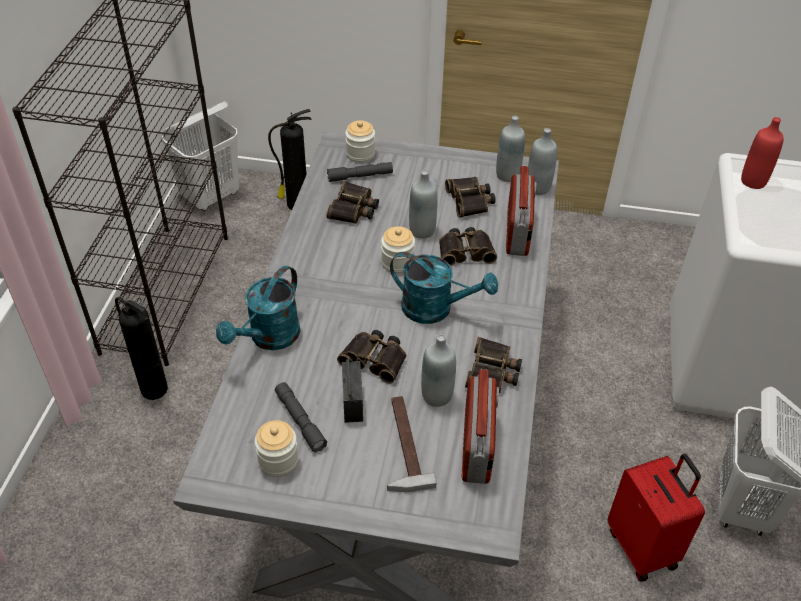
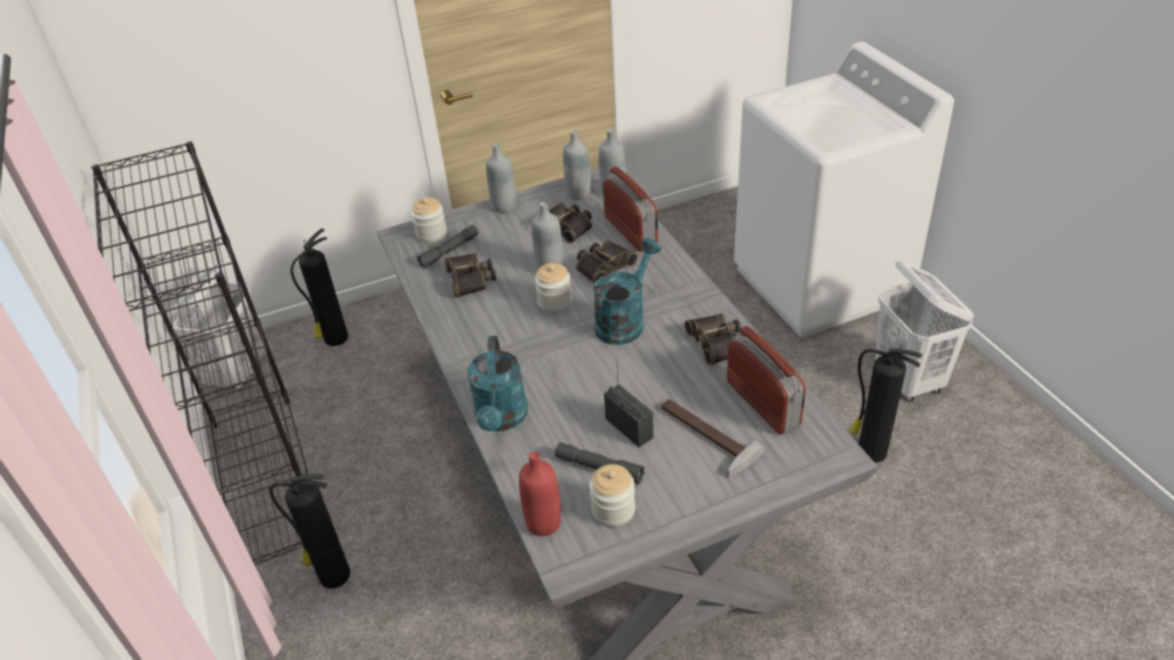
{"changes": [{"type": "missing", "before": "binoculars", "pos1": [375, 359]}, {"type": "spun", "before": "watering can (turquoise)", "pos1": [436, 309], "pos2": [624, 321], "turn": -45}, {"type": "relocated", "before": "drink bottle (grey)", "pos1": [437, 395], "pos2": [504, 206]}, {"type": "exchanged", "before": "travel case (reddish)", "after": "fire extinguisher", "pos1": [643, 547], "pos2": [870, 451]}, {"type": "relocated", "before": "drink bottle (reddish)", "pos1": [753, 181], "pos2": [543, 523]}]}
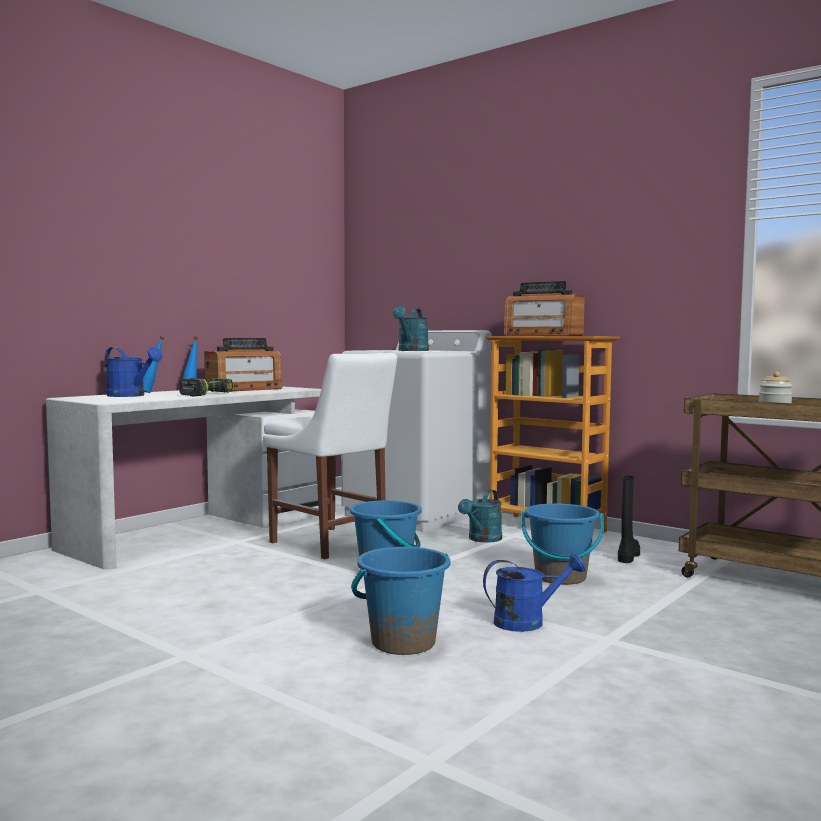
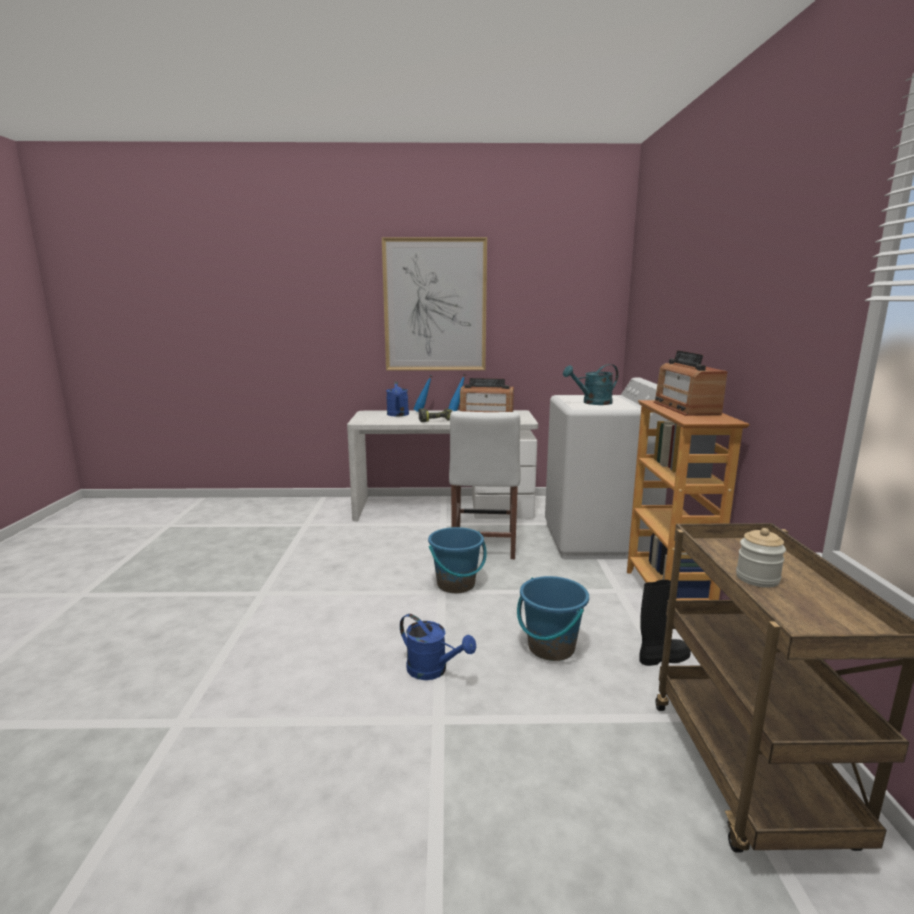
{"changes": [{"type": "missing", "before": "bucket (blue)", "pos1": [403, 642]}, {"type": "missing", "before": "watering can (turquoise)", "pos1": [482, 539]}, {"type": "appeared", "after": "wall picture", "pos2": [435, 305]}]}
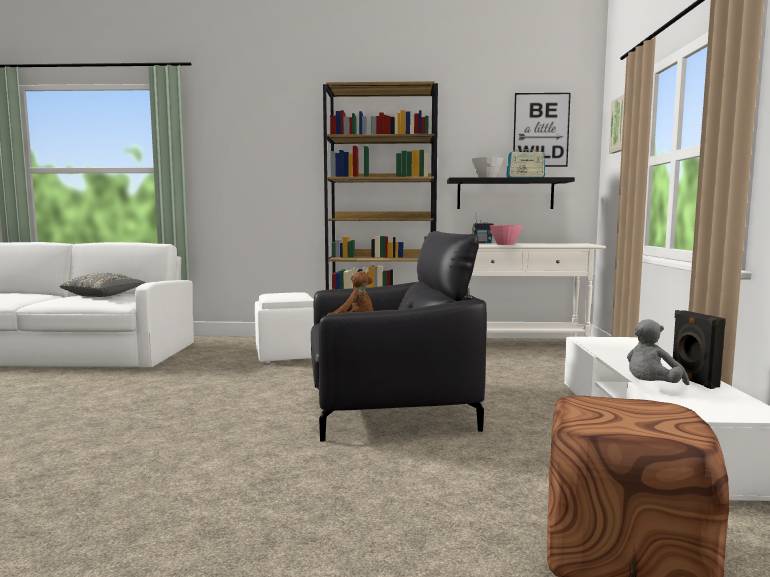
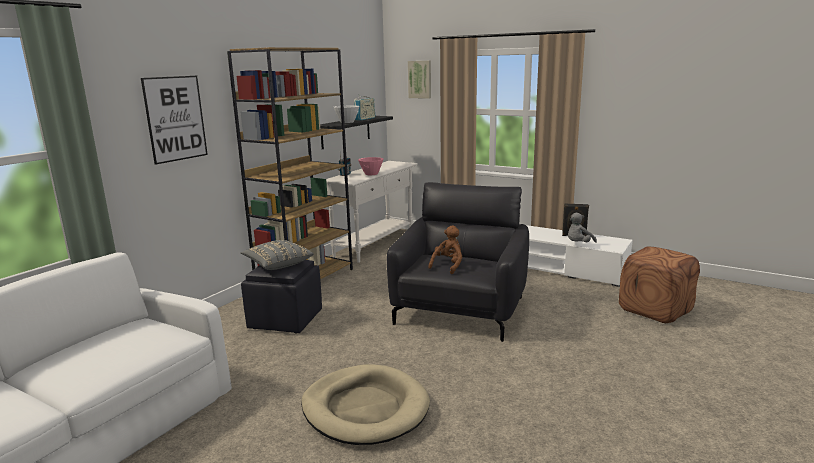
{"changes": [{"type": "relocated", "before": "pillow (grey)", "pos1": [104, 295], "pos2": [278, 264]}, {"type": "colour", "before": "footrest (white-coloured)", "after": "footrest (black-coloured)", "pos1": [286, 355], "pos2": [285, 320]}, {"type": "relocated", "before": "wall picture", "pos1": [541, 130], "pos2": [175, 118]}, {"type": "spun", "before": "cuddly toy (grey)", "pos1": [651, 387], "pos2": [578, 244], "turn": 60}, {"type": "appeared", "after": "dog cushion (beige)", "pos2": [365, 408]}]}
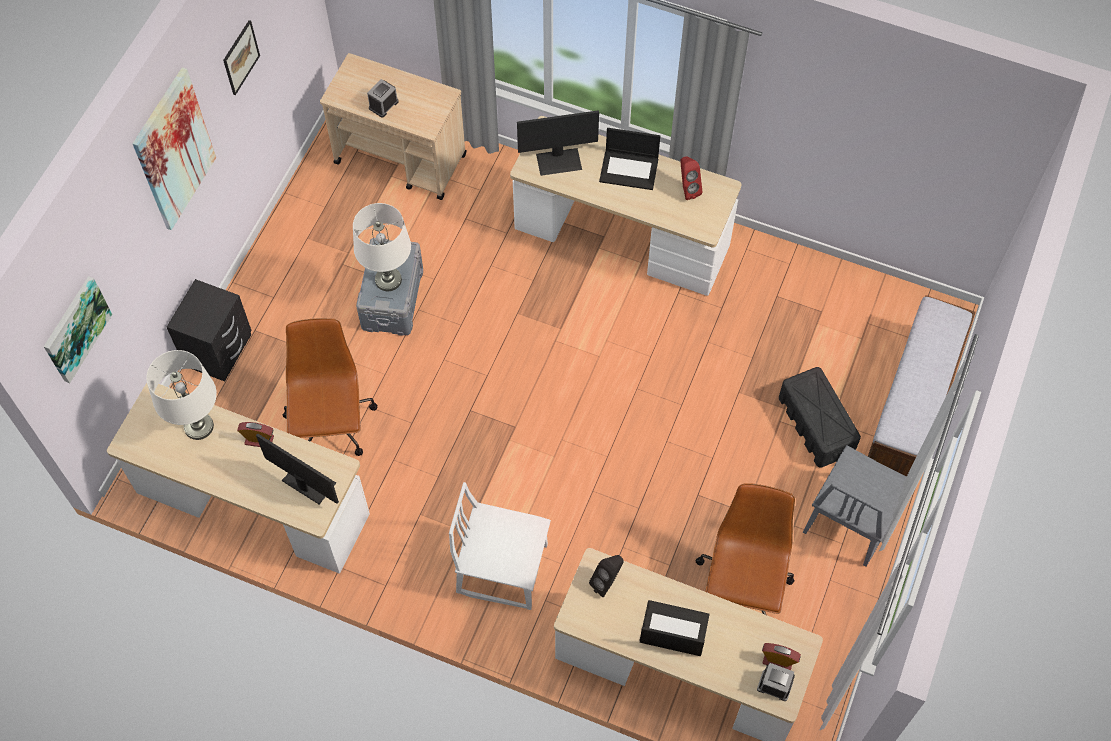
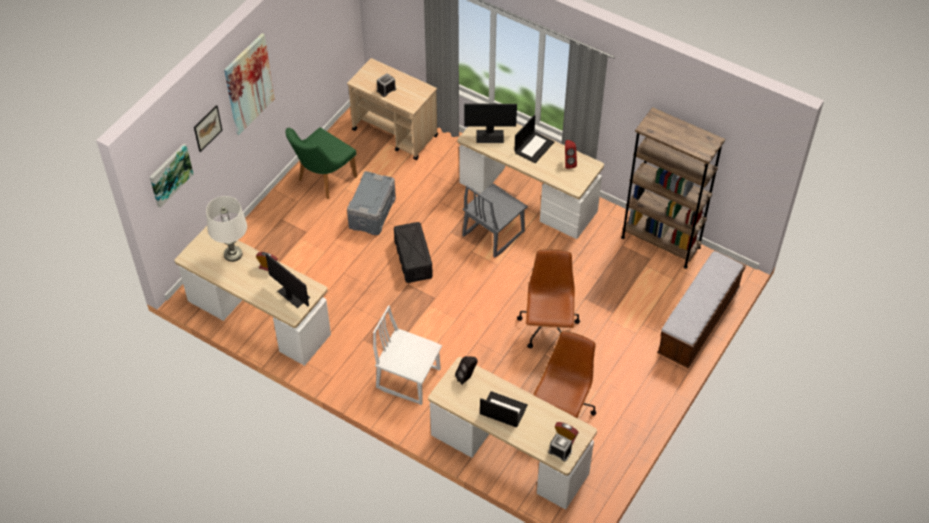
{"changes": [{"type": "missing", "before": "night table (black-coloured)", "pos1": [218, 350]}, {"type": "relocated", "before": "wall picture", "pos1": [240, 57], "pos2": [207, 128]}, {"type": "relocated", "before": "office chair (brownish)", "pos1": [332, 425], "pos2": [548, 328]}, {"type": "missing", "before": "lamp for a table (white-coloured)", "pos1": [388, 280]}, {"type": "spun", "before": "portable computer", "pos1": [629, 169], "pos2": [534, 147], "turn": -75}, {"type": "relocated", "before": "storage container (black-coloured)", "pos1": [816, 425], "pos2": [413, 259]}, {"type": "relocated", "before": "chair (grey)", "pos1": [849, 519], "pos2": [493, 233]}, {"type": "appeared", "after": "chair (green-coloured)", "pos2": [323, 180]}, {"type": "appeared", "after": "bookcase (brownish)", "pos2": [660, 242]}]}
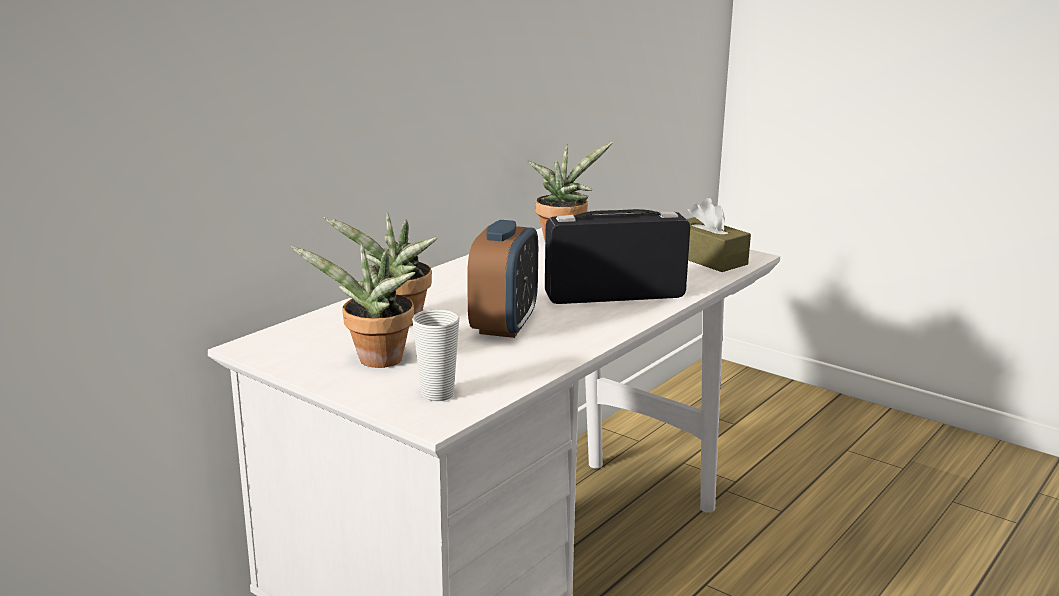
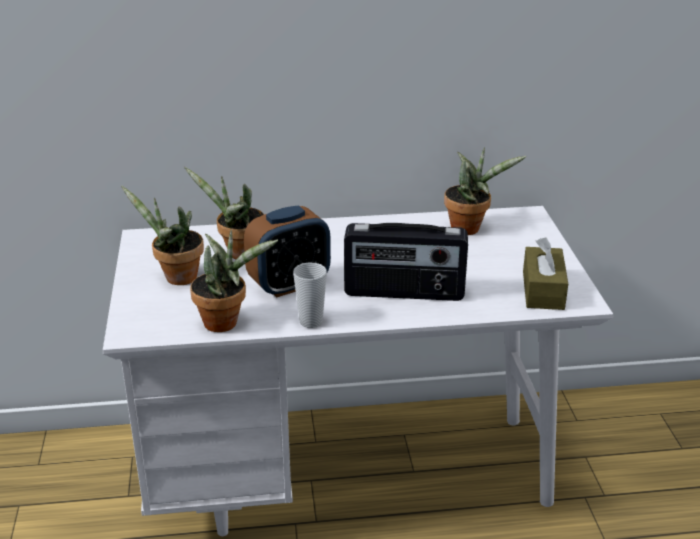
{"changes": [{"type": "relocated", "before": "cup", "pos1": [437, 394], "pos2": [311, 322]}, {"type": "spun", "before": "radio set", "pos1": [614, 295], "pos2": [404, 293], "turn": 150}, {"type": "appeared", "after": "potted plant", "pos2": [226, 322]}]}
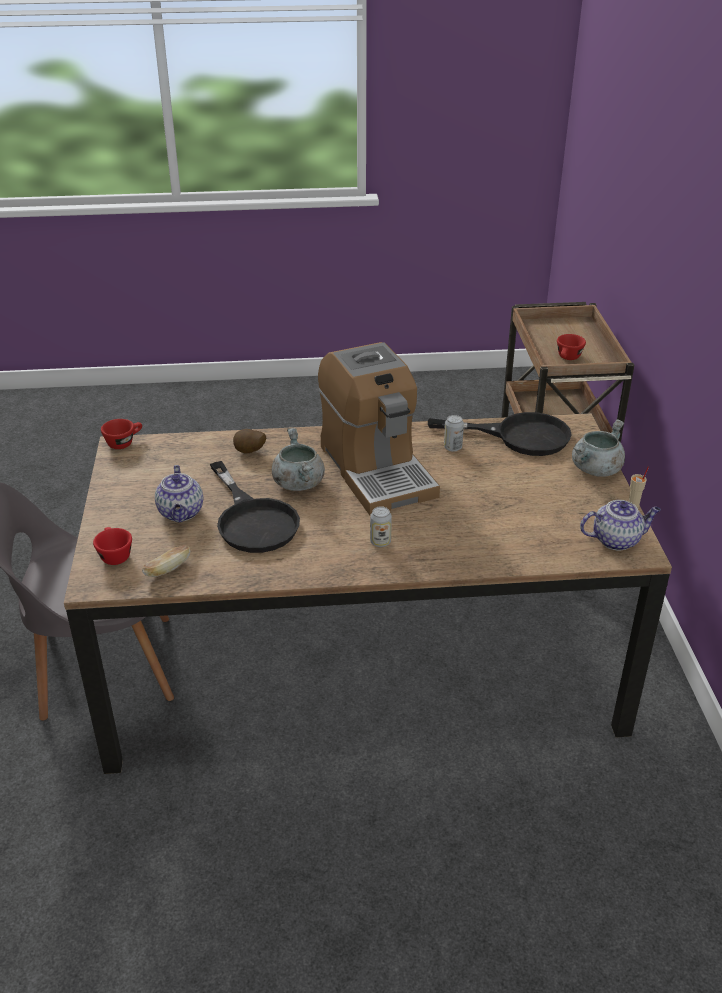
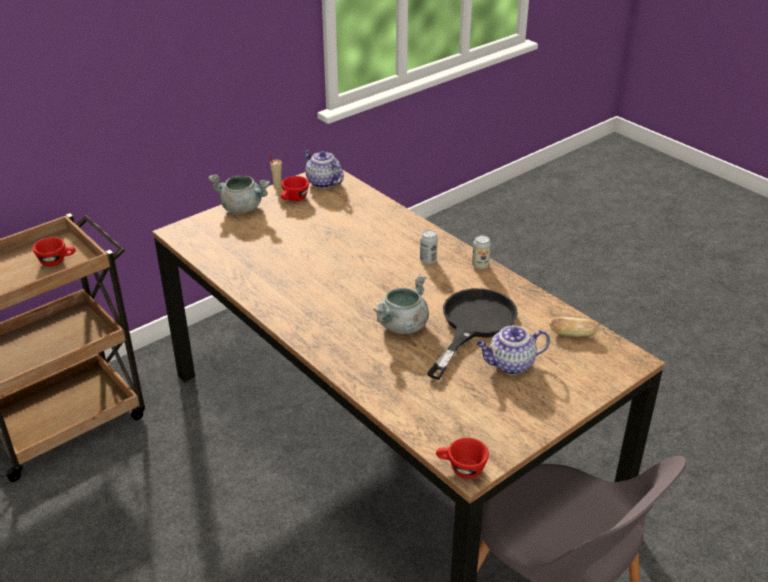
{"changes": [{"type": "relocated", "before": "cup (reddish)", "pos1": [114, 555], "pos2": [294, 199]}, {"type": "spun", "before": "teapot", "pos1": [181, 513], "pos2": [510, 365], "turn": -150}, {"type": "missing", "before": "whole potato", "pos1": [249, 452]}, {"type": "missing", "before": "coffee machine", "pos1": [376, 470]}, {"type": "missing", "before": "pan (black-coloured)", "pos1": [518, 436]}, {"type": "relocated", "before": "can", "pos1": [452, 447], "pos2": [480, 265]}]}
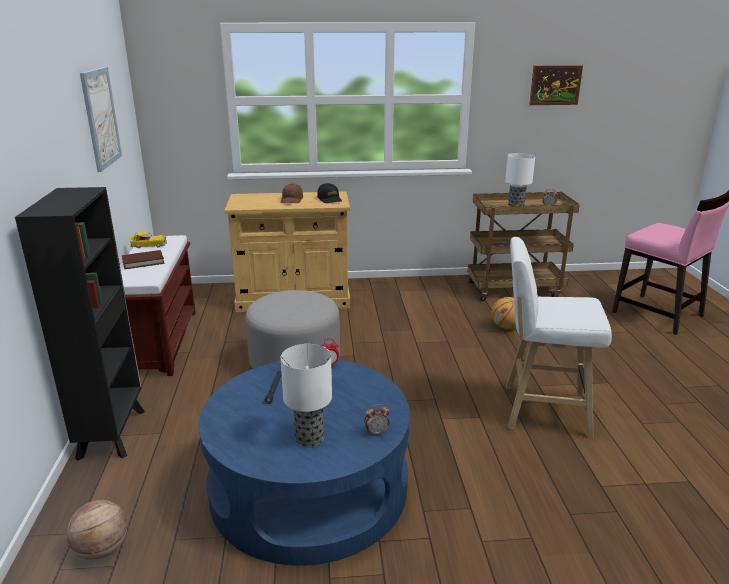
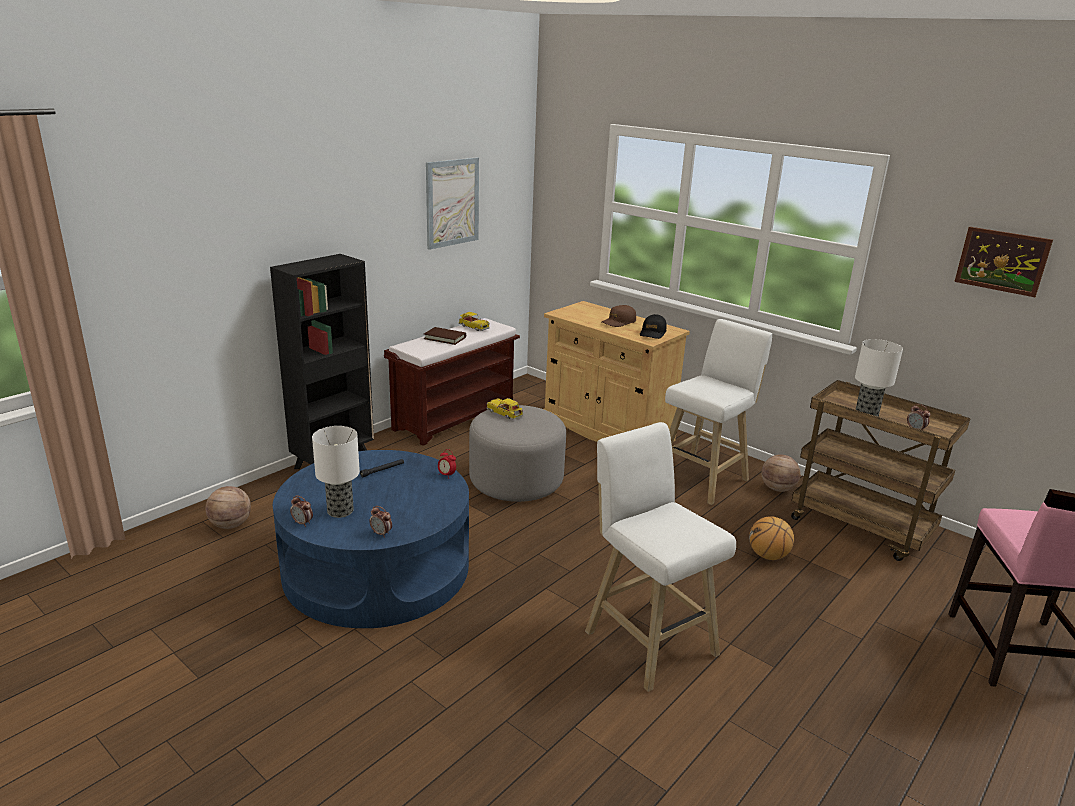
{"changes": [{"type": "appeared", "after": "alarm clock", "pos2": [302, 523]}, {"type": "appeared", "after": "toy car", "pos2": [505, 413]}, {"type": "appeared", "after": "sitting stool (white-coloured)", "pos2": [704, 478]}, {"type": "appeared", "after": "basketball ball", "pos2": [777, 489]}]}
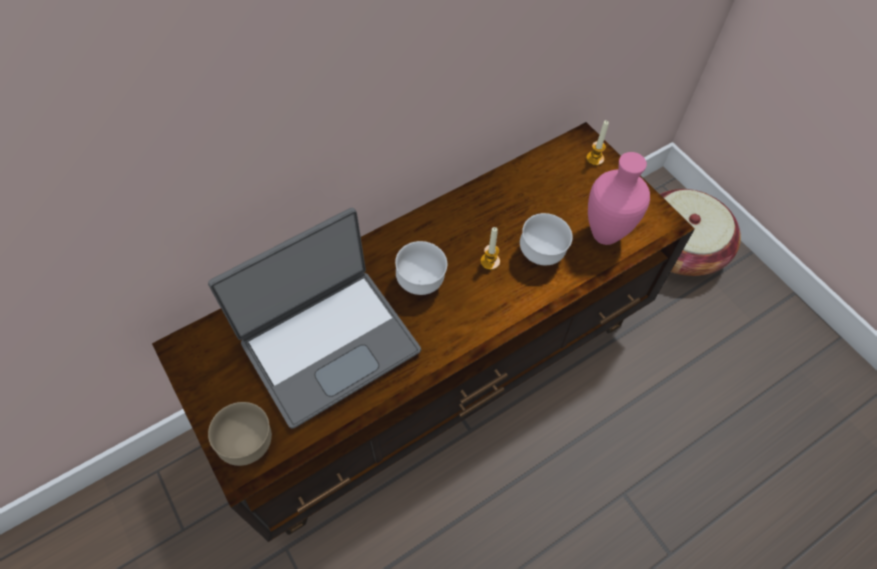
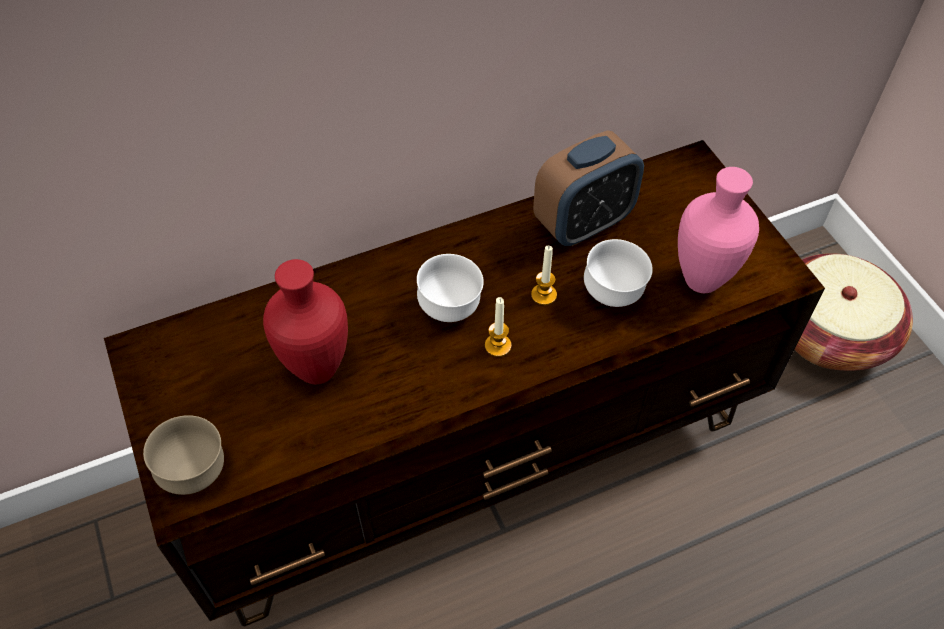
{"changes": [{"type": "exchanged", "before": "portable computer", "after": "decorative vase (reddish)", "pos1": [328, 344], "pos2": [318, 368]}, {"type": "relocated", "before": "wax light", "pos1": [595, 158], "pos2": [498, 345]}, {"type": "appeared", "after": "alarm clock", "pos2": [583, 224]}]}
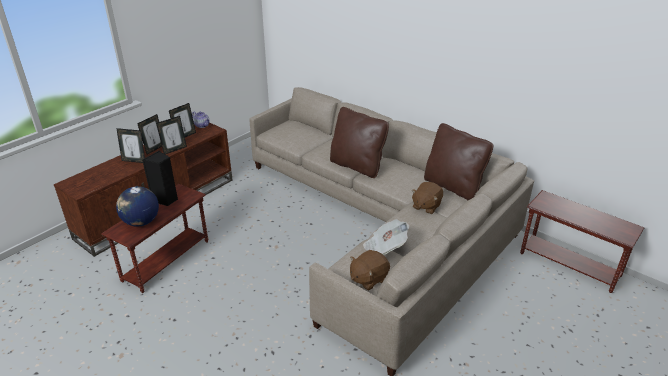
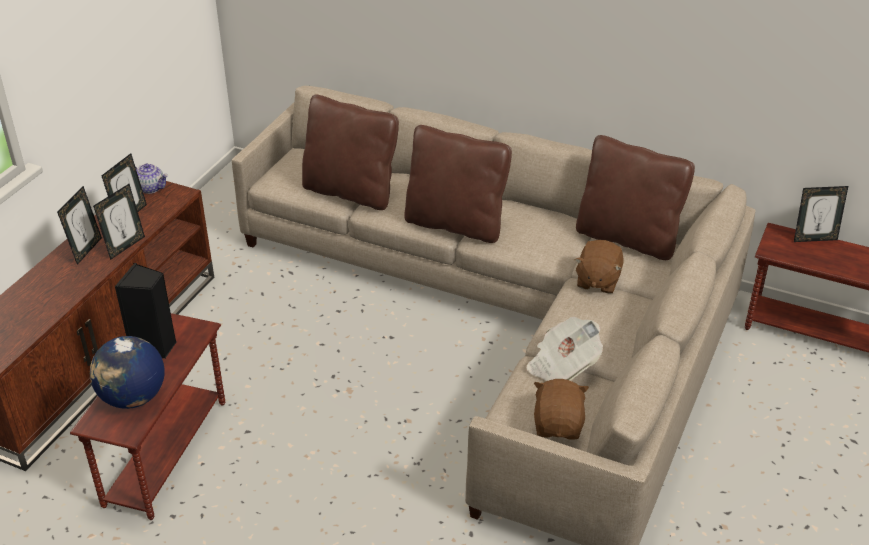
{"changes": [{"type": "relocated", "before": "standing frame", "pos1": [134, 161], "pos2": [814, 238]}, {"type": "spun", "before": "cuddly toy (brownish)", "pos1": [368, 279], "pos2": [558, 425], "turn": 150}, {"type": "appeared", "after": "pillow (brownish)", "pos2": [351, 191]}]}
